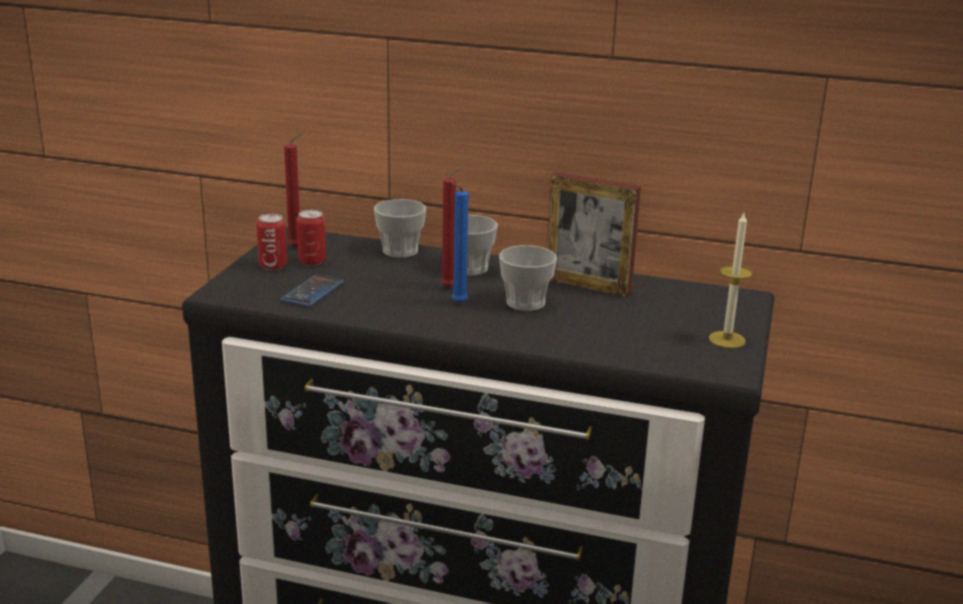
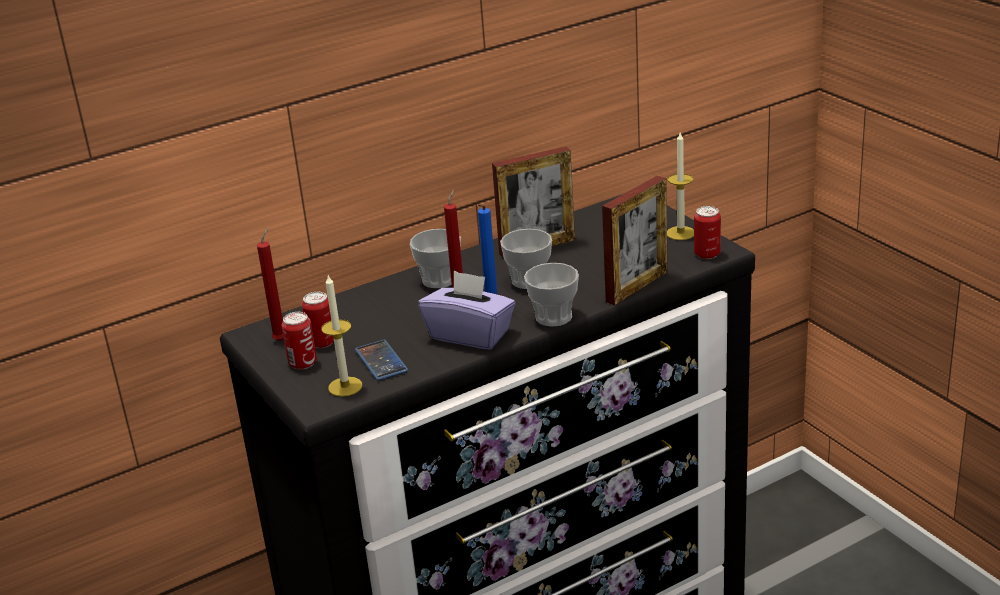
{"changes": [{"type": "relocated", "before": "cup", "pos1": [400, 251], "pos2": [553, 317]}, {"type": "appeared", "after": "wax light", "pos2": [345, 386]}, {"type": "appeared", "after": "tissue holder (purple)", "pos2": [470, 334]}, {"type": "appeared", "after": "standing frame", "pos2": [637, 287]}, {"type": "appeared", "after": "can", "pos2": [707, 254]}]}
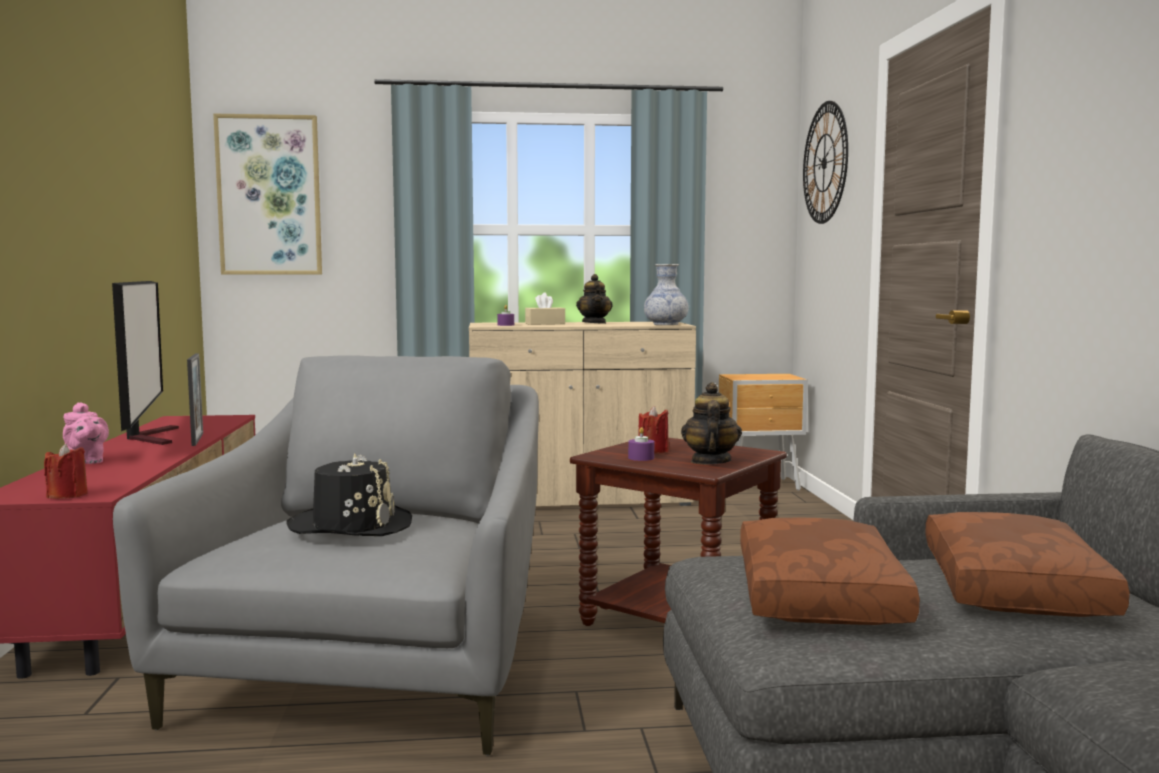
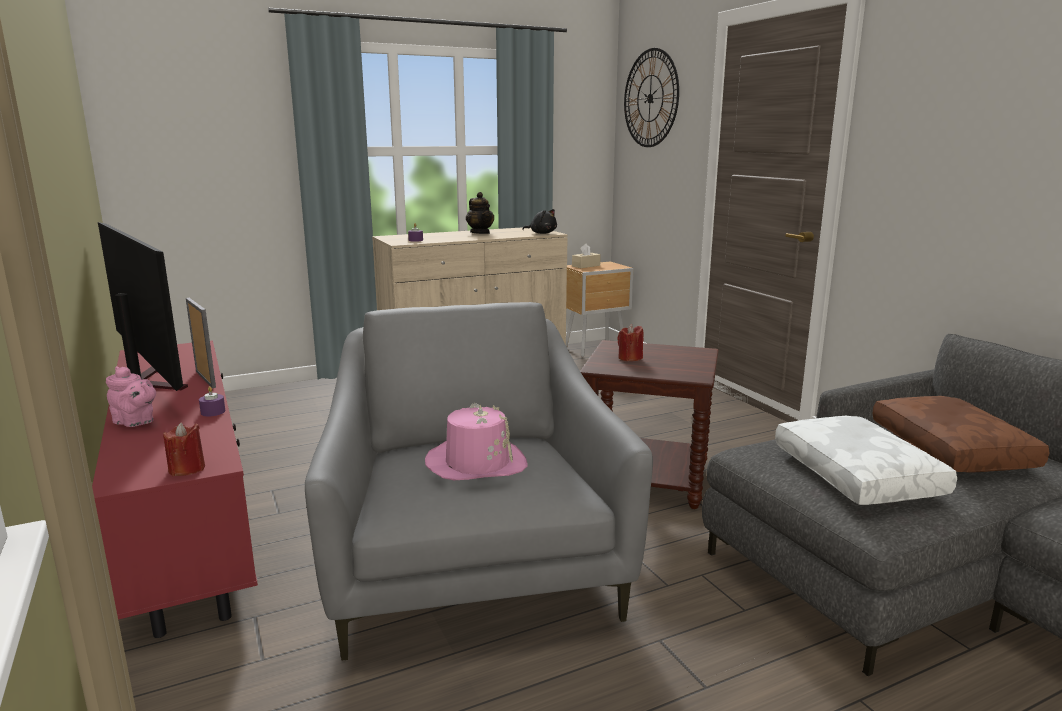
{"changes": [{"type": "missing", "before": "wall picture", "pos1": [269, 195]}, {"type": "colour", "before": "wearable hat (black-coloured)", "after": "wearable hat (pinkish)", "pos1": [351, 526], "pos2": [476, 463]}, {"type": "relocated", "before": "tissue holder (beige)", "pos1": [545, 324], "pos2": [586, 266]}, {"type": "relocated", "before": "wax light (purple)", "pos1": [641, 458], "pos2": [213, 412]}, {"type": "exchanged", "before": "decorative vase", "after": "cuddly toy (black-coloured)", "pos1": [665, 324], "pos2": [542, 233]}, {"type": "missing", "before": "teapot", "pos1": [710, 461]}, {"type": "colour", "before": "pillow (brownish)", "after": "pillow (white-coloured)", "pos1": [822, 596], "pos2": [859, 475]}]}
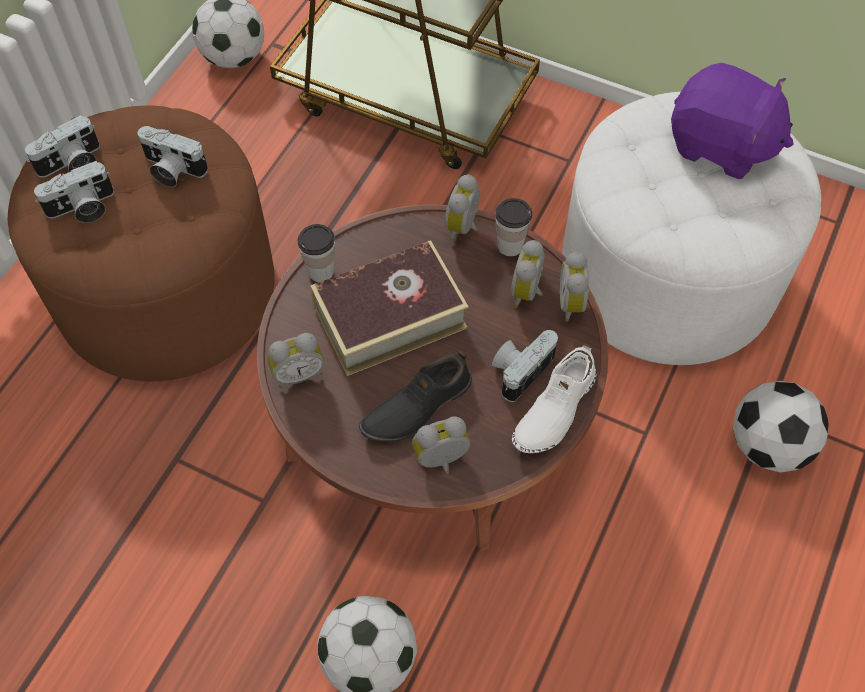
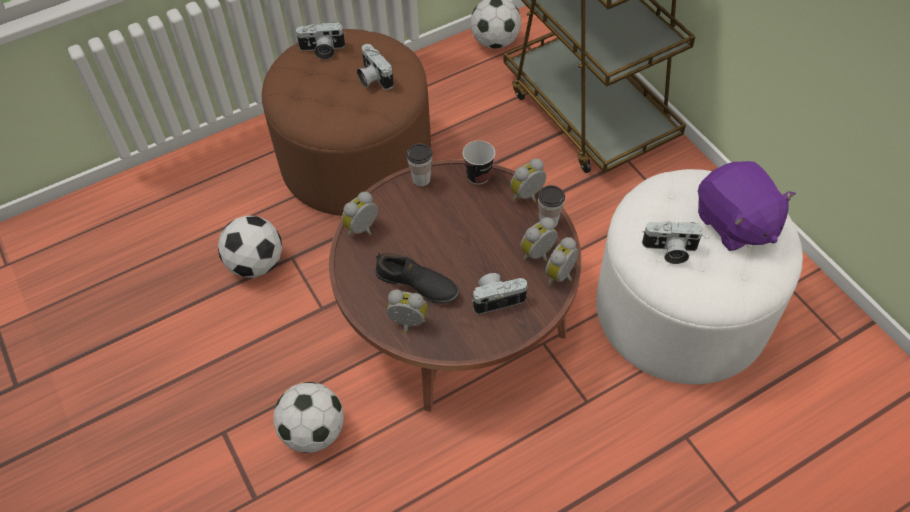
{"changes": [{"type": "relocated", "before": "still camera", "pos1": [82, 209], "pos2": [669, 251]}, {"type": "spun", "before": "alarm clock", "pos1": [298, 373], "pos2": [363, 230], "turn": 120}, {"type": "missing", "before": "bound book", "pos1": [389, 317]}, {"type": "spun", "before": "low shoe (black-coloured)", "pos1": [416, 406], "pos2": [417, 285], "turn": -150}, {"type": "missing", "before": "low shoe (white-coloured)", "pos1": [554, 409]}, {"type": "relocated", "before": "ball for football", "pos1": [768, 445], "pos2": [256, 264]}, {"type": "appeared", "after": "cup", "pos2": [478, 176]}]}
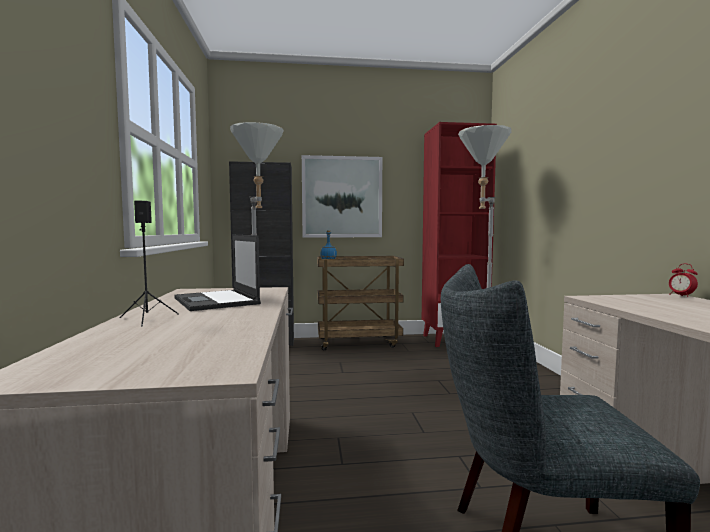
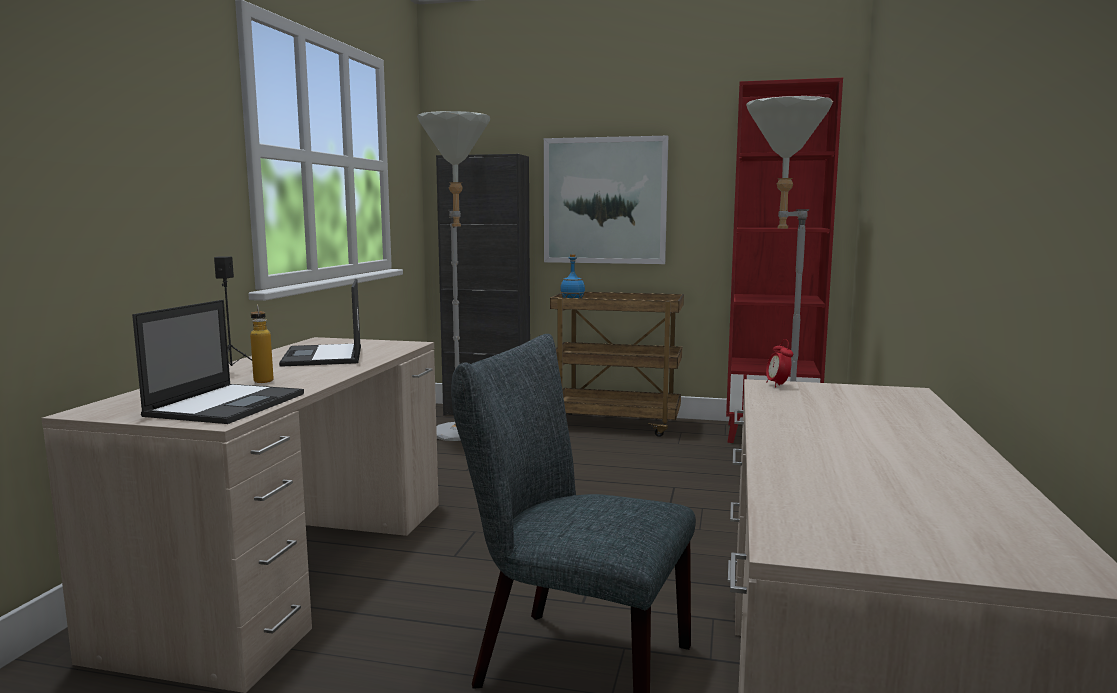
{"changes": [{"type": "relocated", "before": "alarm clock", "pos1": [681, 296], "pos2": [778, 385]}, {"type": "appeared", "after": "portable computer", "pos2": [228, 404]}, {"type": "appeared", "after": "drink bottle", "pos2": [263, 379]}]}
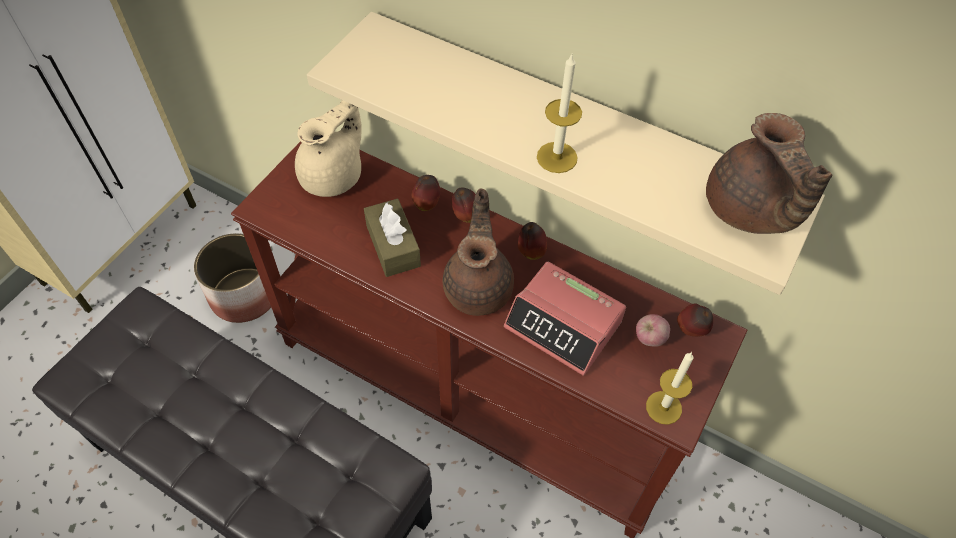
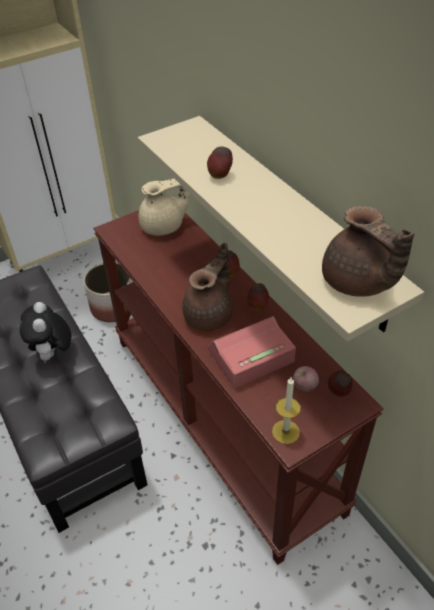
{"changes": [{"type": "missing", "before": "tissue holder (brownish)", "pos1": [393, 246]}, {"type": "relocated", "before": "whole apple", "pos1": [427, 204], "pos2": [220, 176]}, {"type": "spun", "before": "alarm clock", "pos1": [564, 325], "pos2": [250, 356], "turn": 90}, {"type": "missing", "before": "wax light", "pos1": [557, 157]}, {"type": "spun", "before": "teapot (brownish)", "pos1": [748, 211], "pos2": [357, 282], "turn": -45}, {"type": "appeared", "after": "cuddly toy", "pos2": [53, 354]}]}
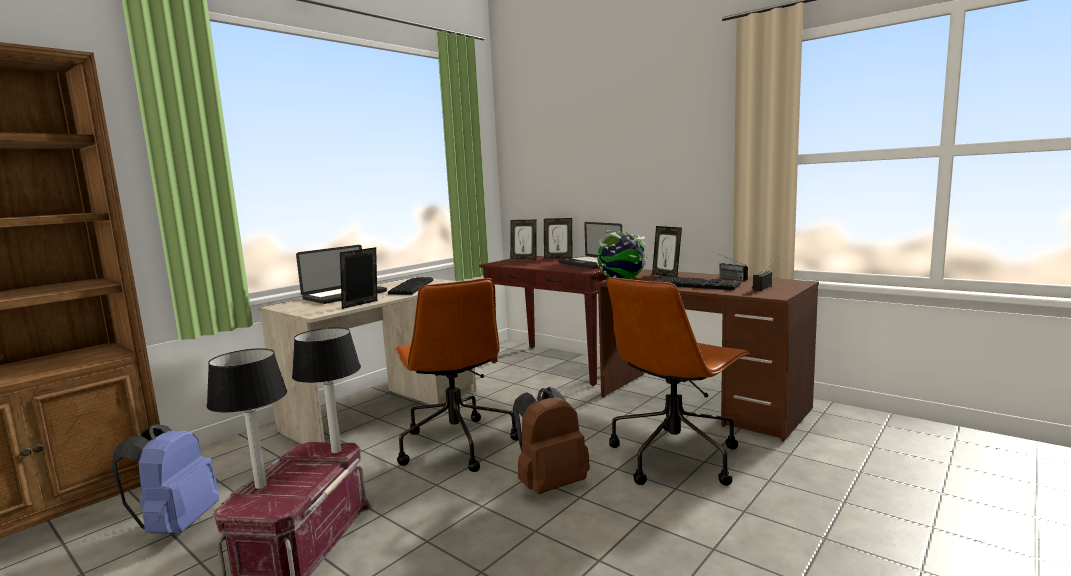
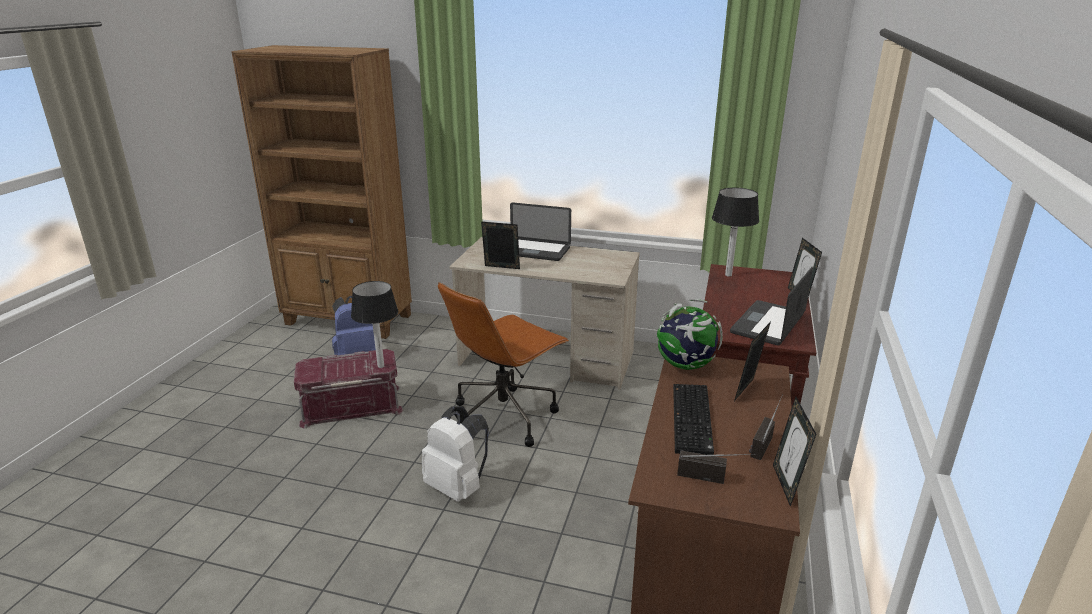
{"changes": [{"type": "relocated", "before": "lamp for a table", "pos1": [261, 485], "pos2": [728, 275]}, {"type": "missing", "before": "keyboard", "pos1": [411, 287]}, {"type": "relocated", "before": "standing frame", "pos1": [524, 259], "pos2": [786, 485]}, {"type": "colour", "before": "knapsack (brownish)", "after": "knapsack (white-coloured)", "pos1": [550, 484], "pos2": [458, 487]}, {"type": "missing", "before": "office chair (brownish)", "pos1": [675, 456]}]}
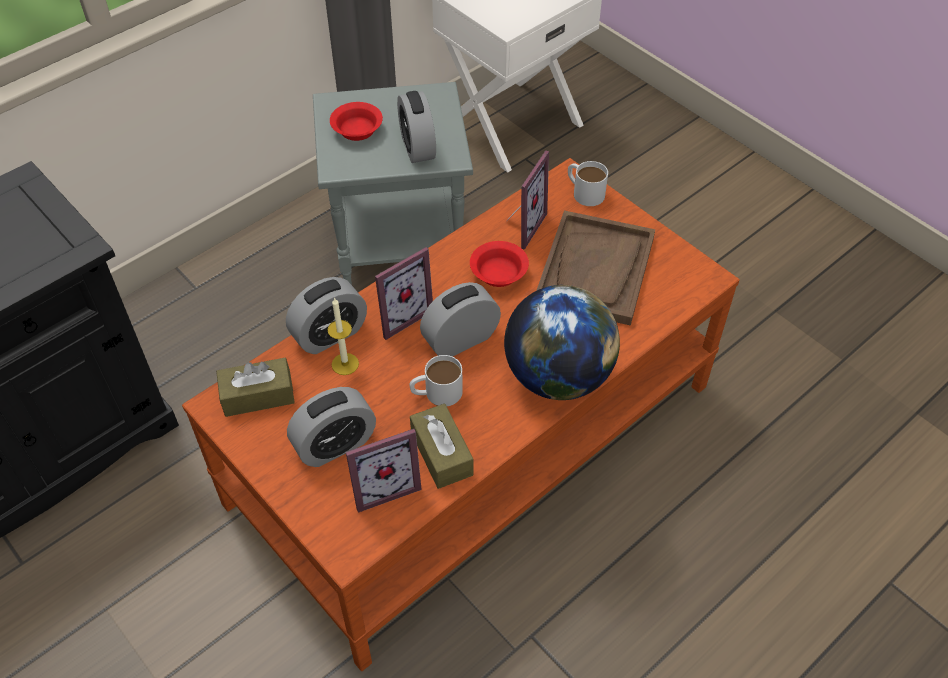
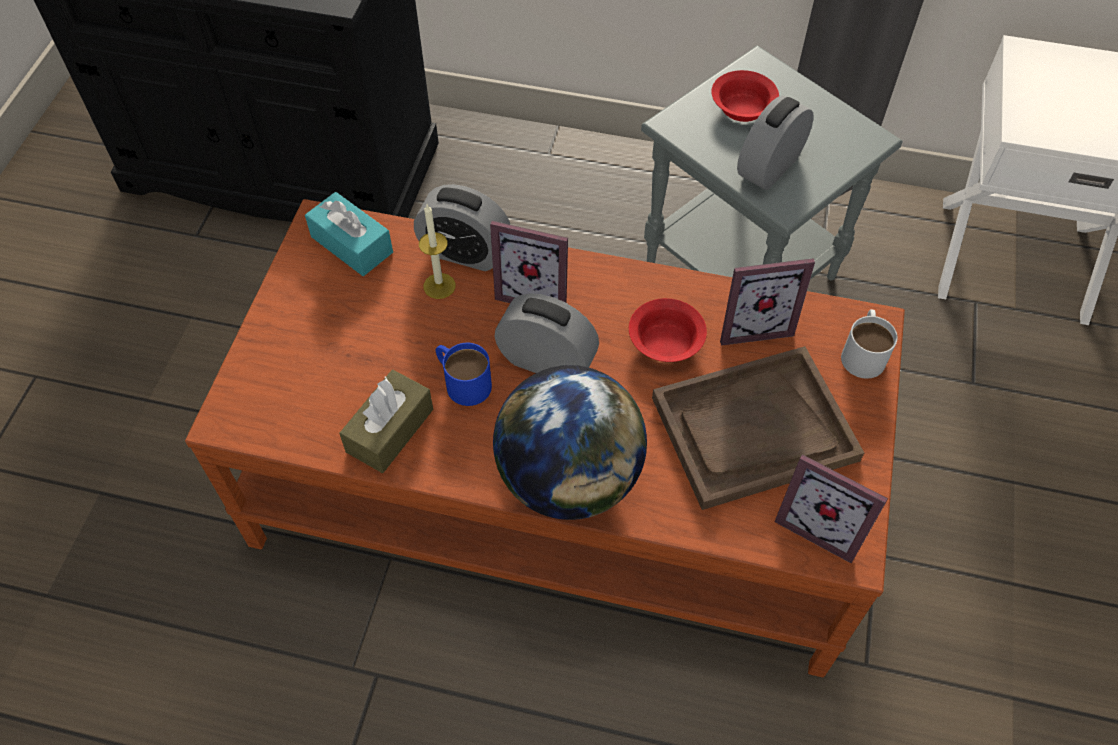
{"changes": [{"type": "colour", "before": "tissue holder (brownish)", "after": "tissue holder (turquoise)", "pos1": [258, 395], "pos2": [352, 244]}, {"type": "missing", "before": "alarm clock", "pos1": [335, 445]}, {"type": "relocated", "before": "standing frame", "pos1": [383, 485], "pos2": [822, 523]}, {"type": "colour", "before": "coffee mug (white-coloured)", "after": "coffee mug (blue)", "pos1": [436, 392], "pos2": [462, 381]}]}
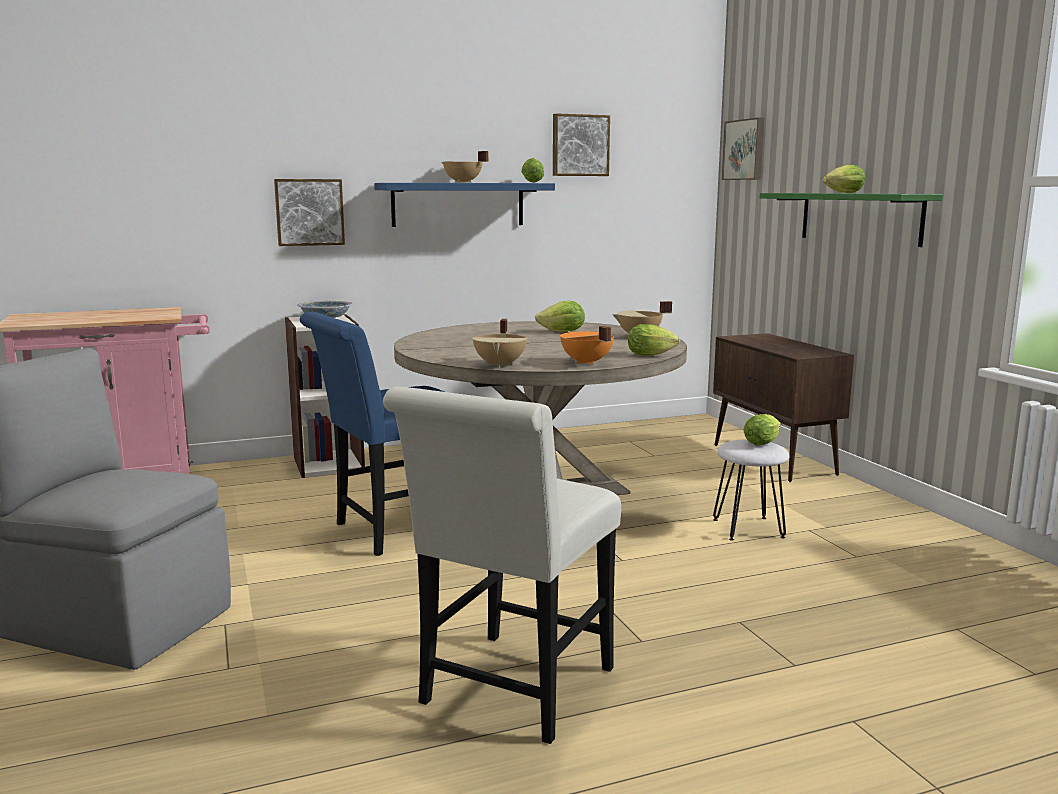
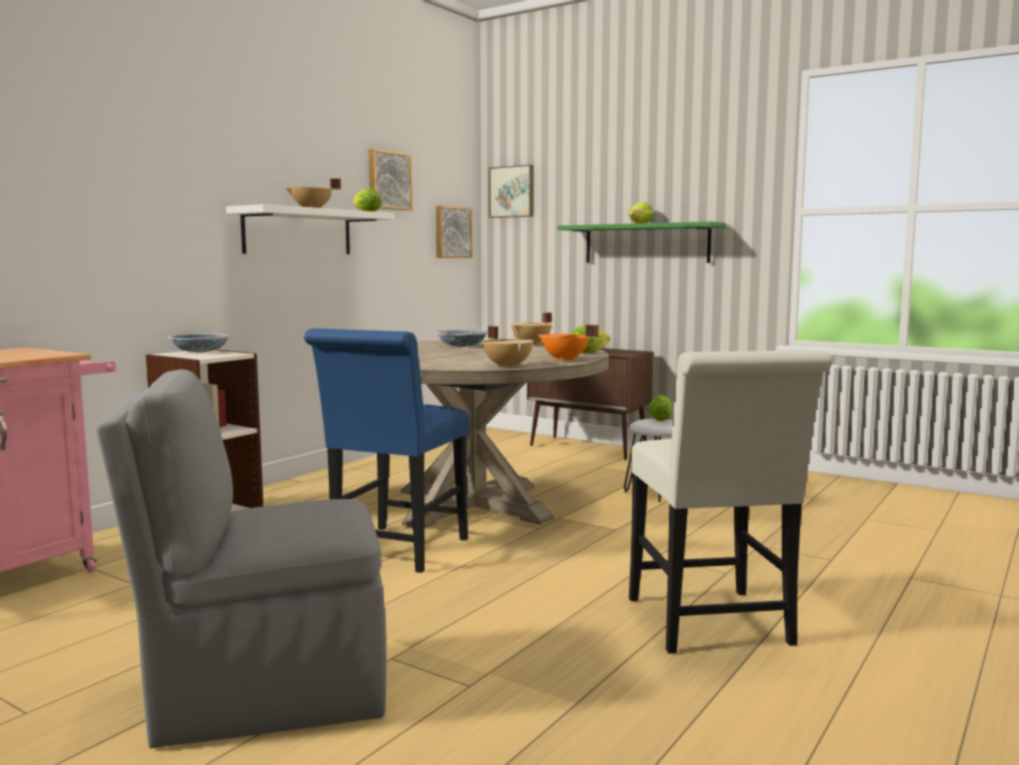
{"changes": [{"type": "relocated", "before": "wall picture", "pos1": [309, 212], "pos2": [452, 232]}, {"type": "colour", "before": "bracket shelf (blue)", "after": "bracket shelf (white-coloured)", "pos1": [458, 204], "pos2": [298, 232]}, {"type": "exchanged", "before": "head of lettuce", "after": "deep dish", "pos1": [562, 332], "pos2": [462, 346]}]}
